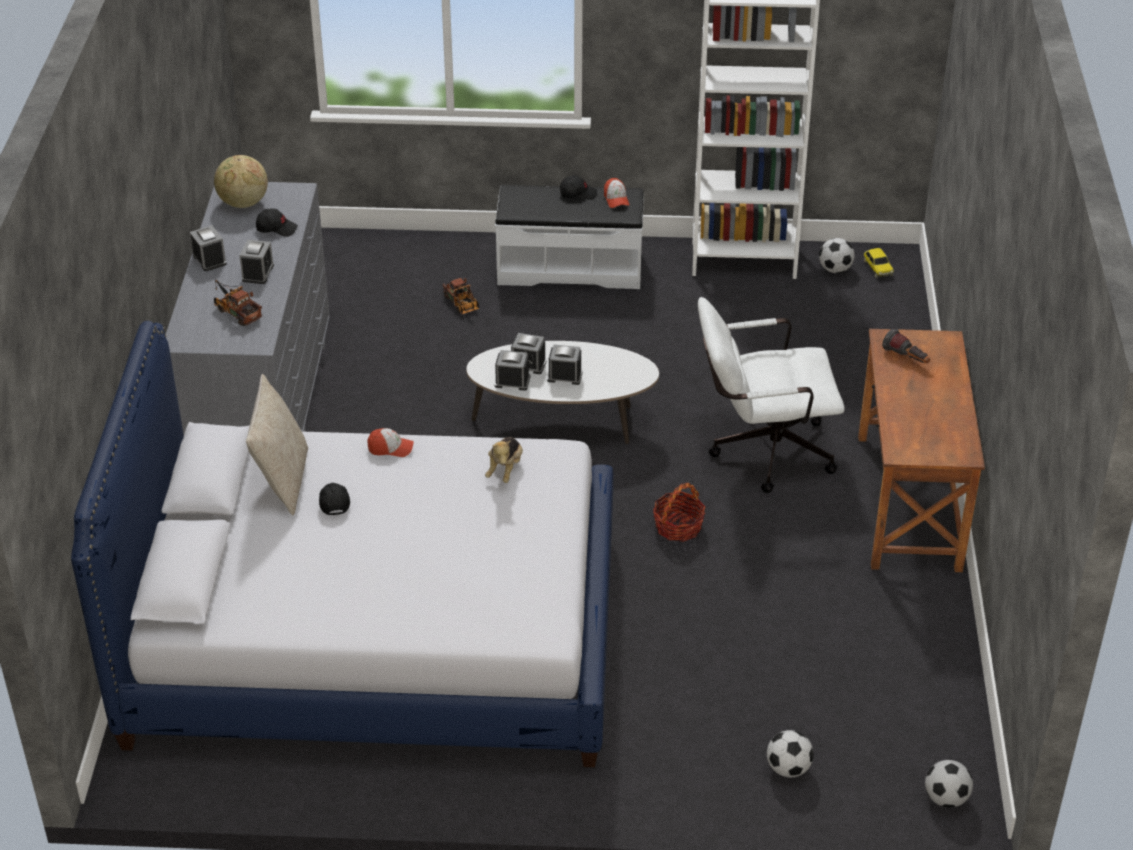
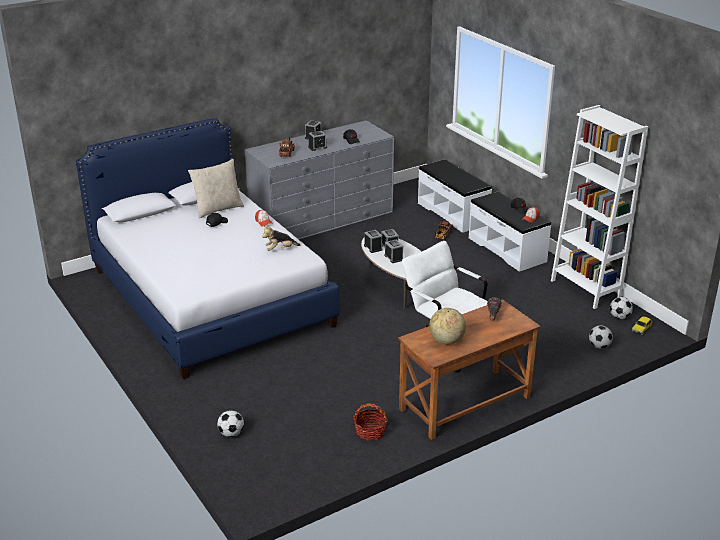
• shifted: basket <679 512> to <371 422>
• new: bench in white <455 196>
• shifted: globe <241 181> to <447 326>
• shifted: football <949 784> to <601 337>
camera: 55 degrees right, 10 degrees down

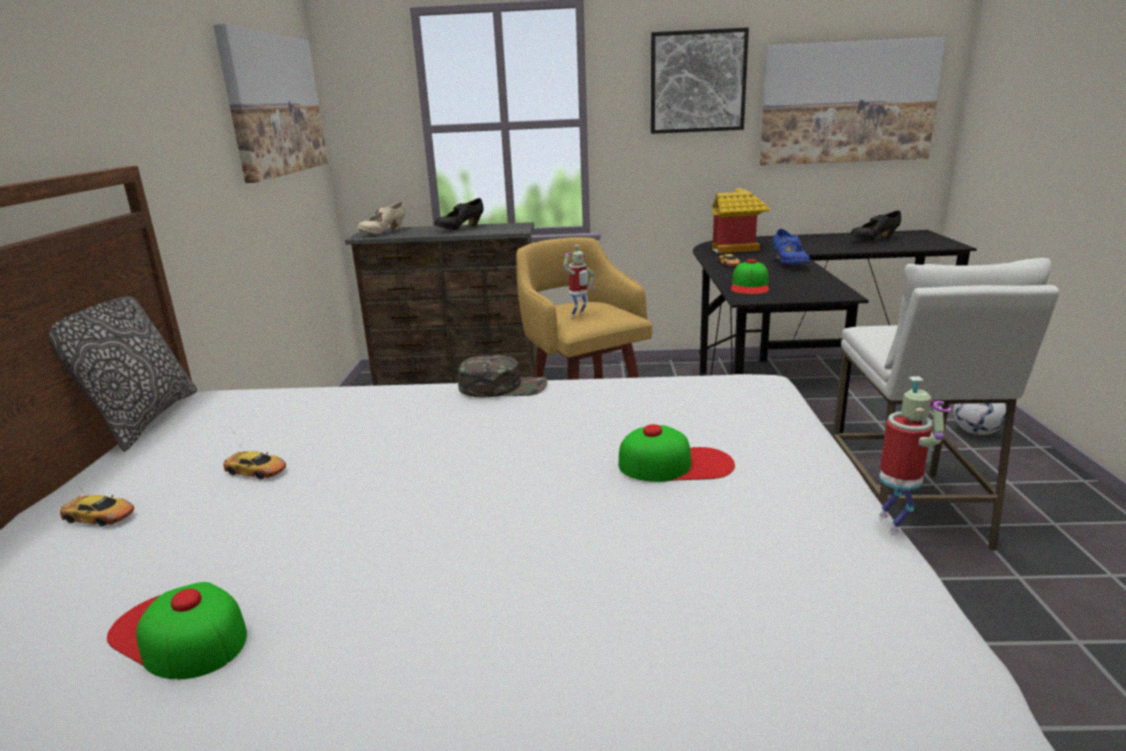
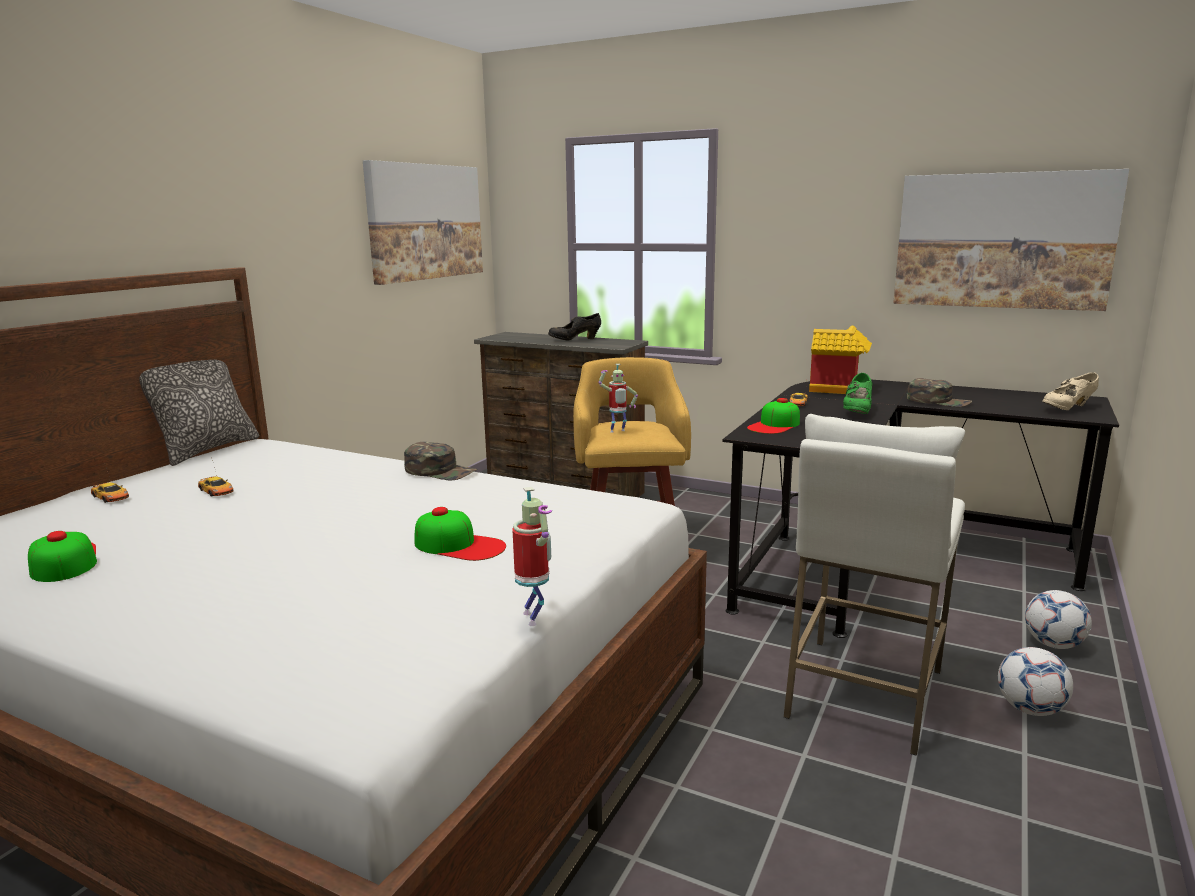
• rotated: toy robot <915 454> = <532 556> 45 degrees counterclockwise
• repainted: shoe in blue <791 247> to shoe in green <857 393>
• new: cap in green <939 392>
• new: football <1035 681>
• shifted: shoe in beige <382 218> to <1070 391>
• gone: picture <700 80>
• gone: shoe in black <875 226>
camera: 25 degrees right, 5 degrees down

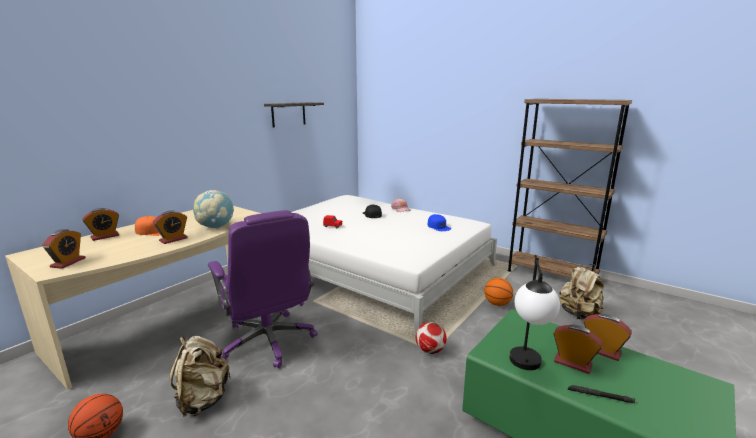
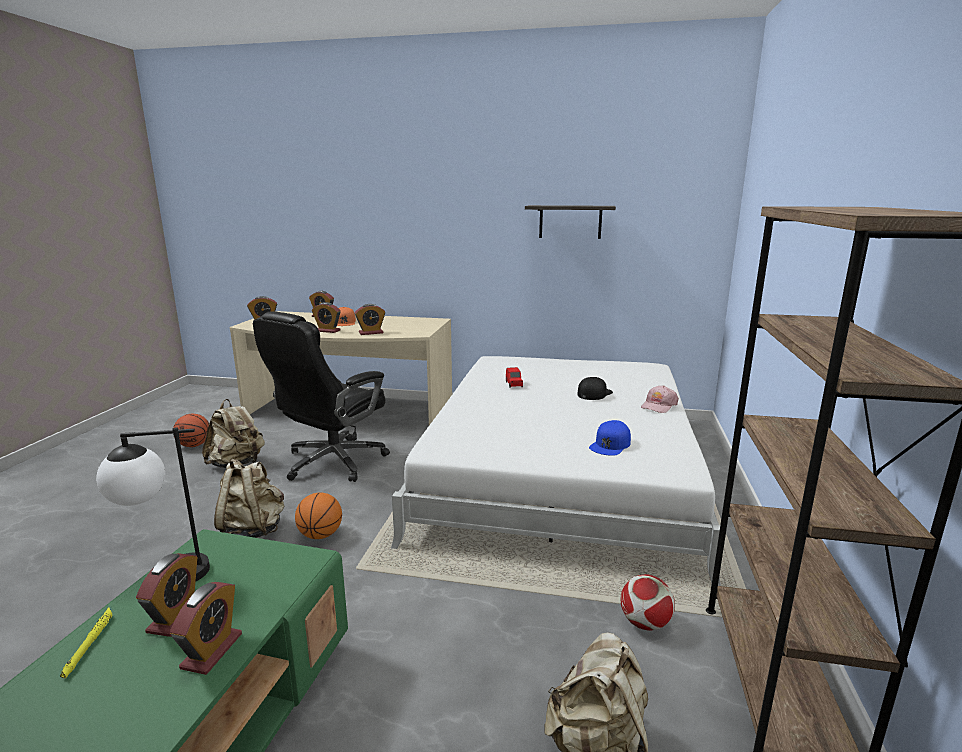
• repainted: flashlight in black <601 394> to flashlight in yellow <86 643>
• new: backpack in beige <249 498>
• repainted: office chair in purple <263 289> to office chair in black <321 396>
• shifted: basketball <498 292> to <318 516>
• swapped: globe <213 209> to alarm clock <370 319>
• shifted: football <431 338> to <648 602>
camera: 65 degrees right, 0 degrees up

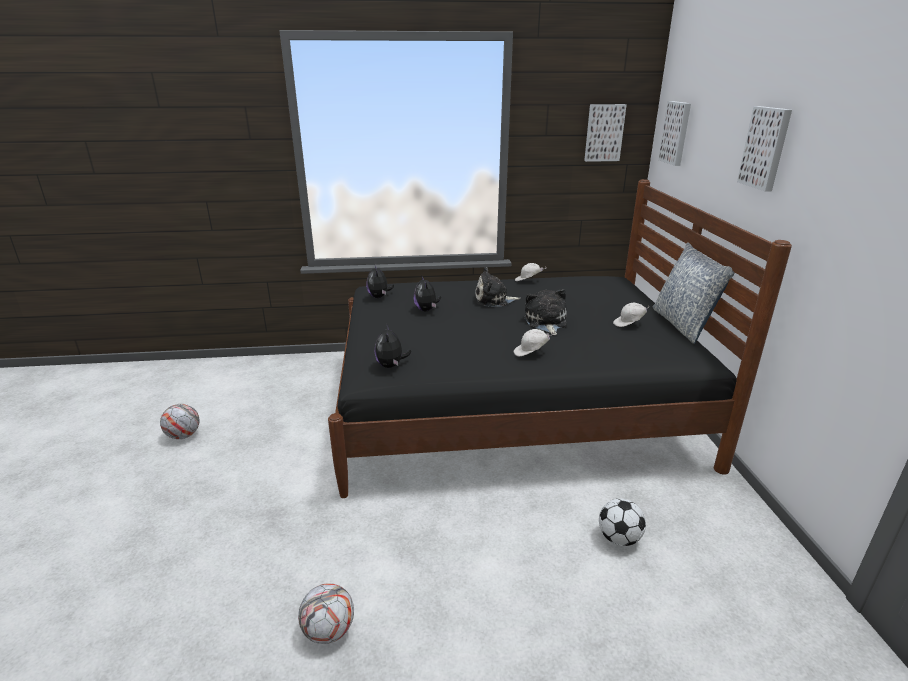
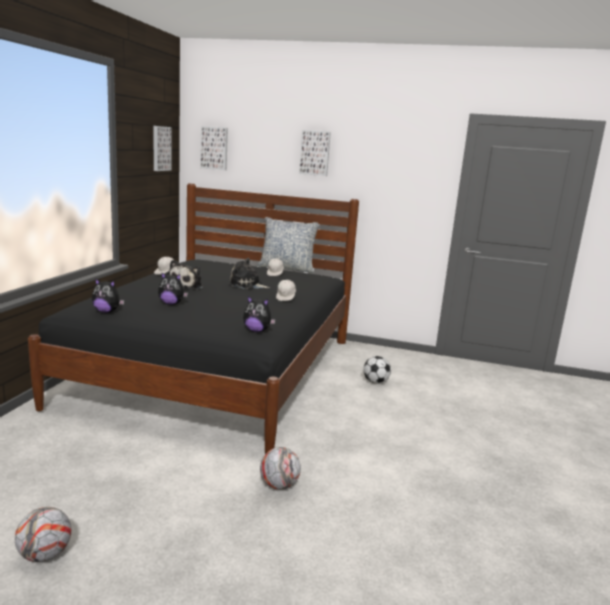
• shifted: football <326 613> to <280 468>
camera: 70 degrees left, 10 degrees down

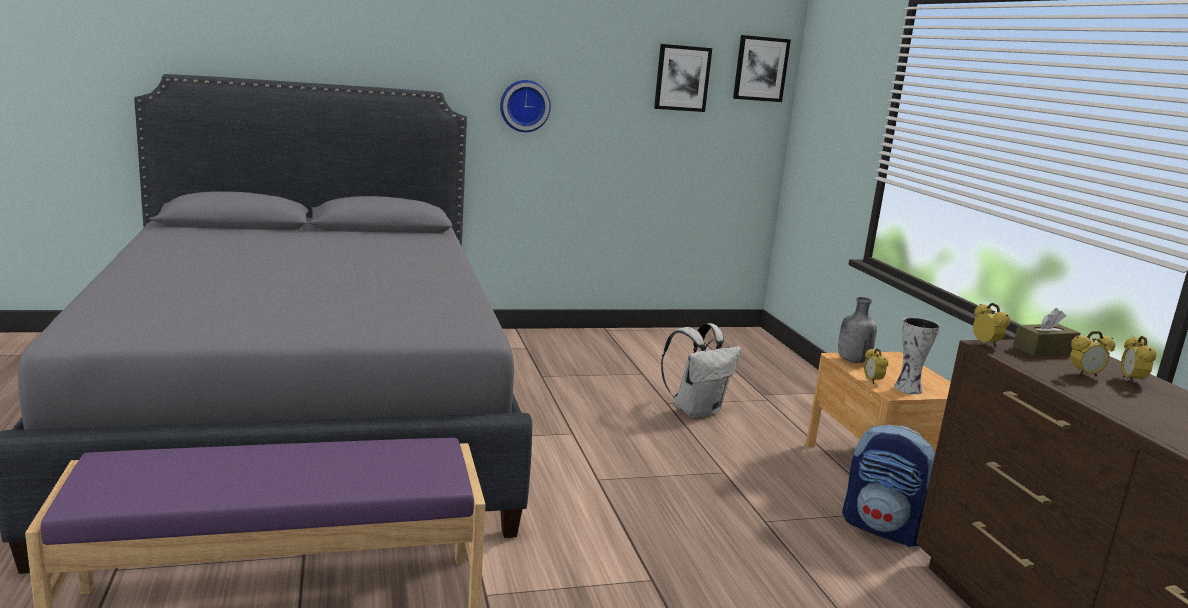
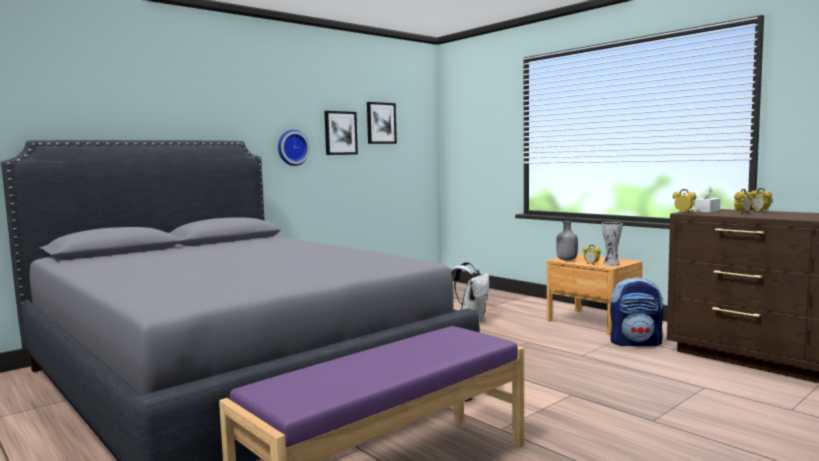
• shifted: picture <762 68> to <341 133>
• repainted: tissue box in brown <1047 332> to tissue box in white <707 200>
camera: 25 degrees left, 10 degrees down

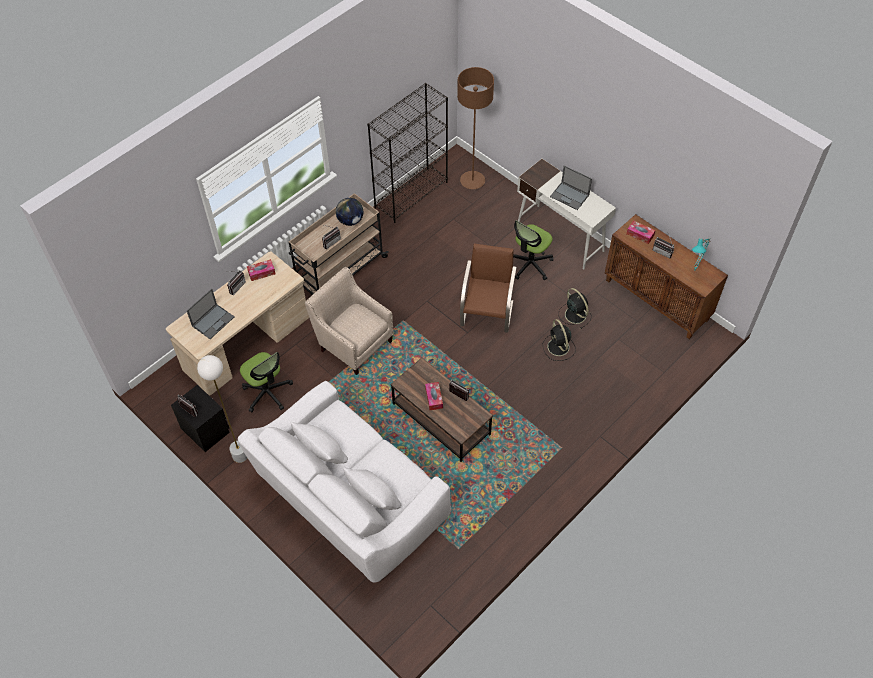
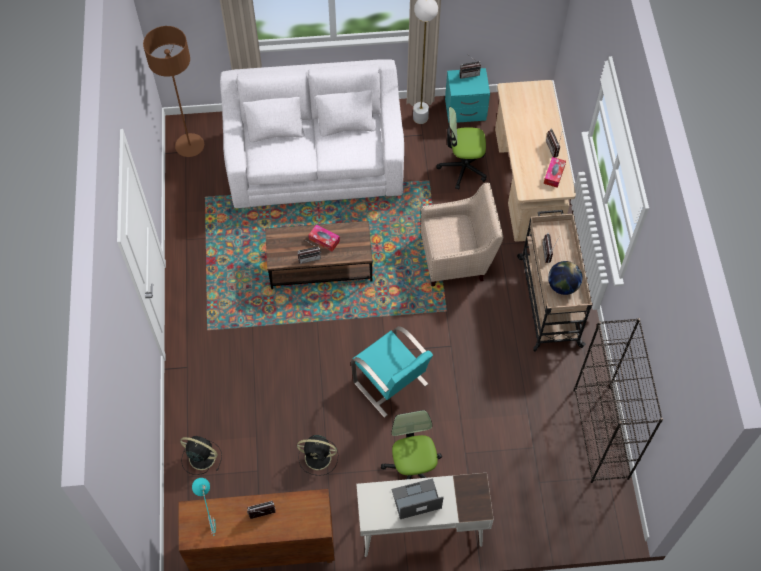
• shifted: floor lamp in brown <475 128> to <173 91>
• shifted: fan in black <559 340> to <201 455>
• repainted: chair in brown <488 288> to chair in turquoise <392 372>
• repainted: nightstand in black <200 418> to nightstand in turquoise <467 95>
• gone: laptop <211 314>
• gone: tissue box <641 232>
camera: 130 degrees right, 5 degrees up

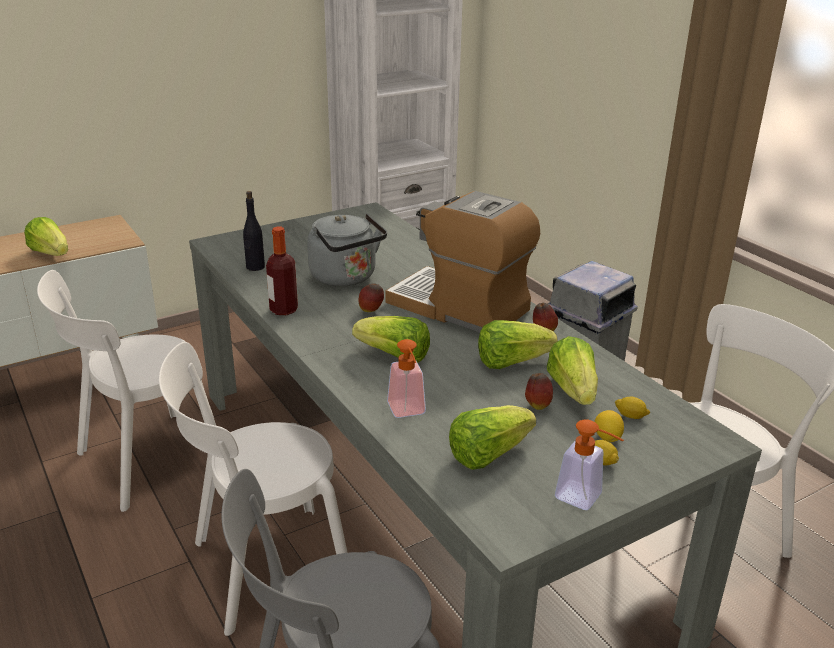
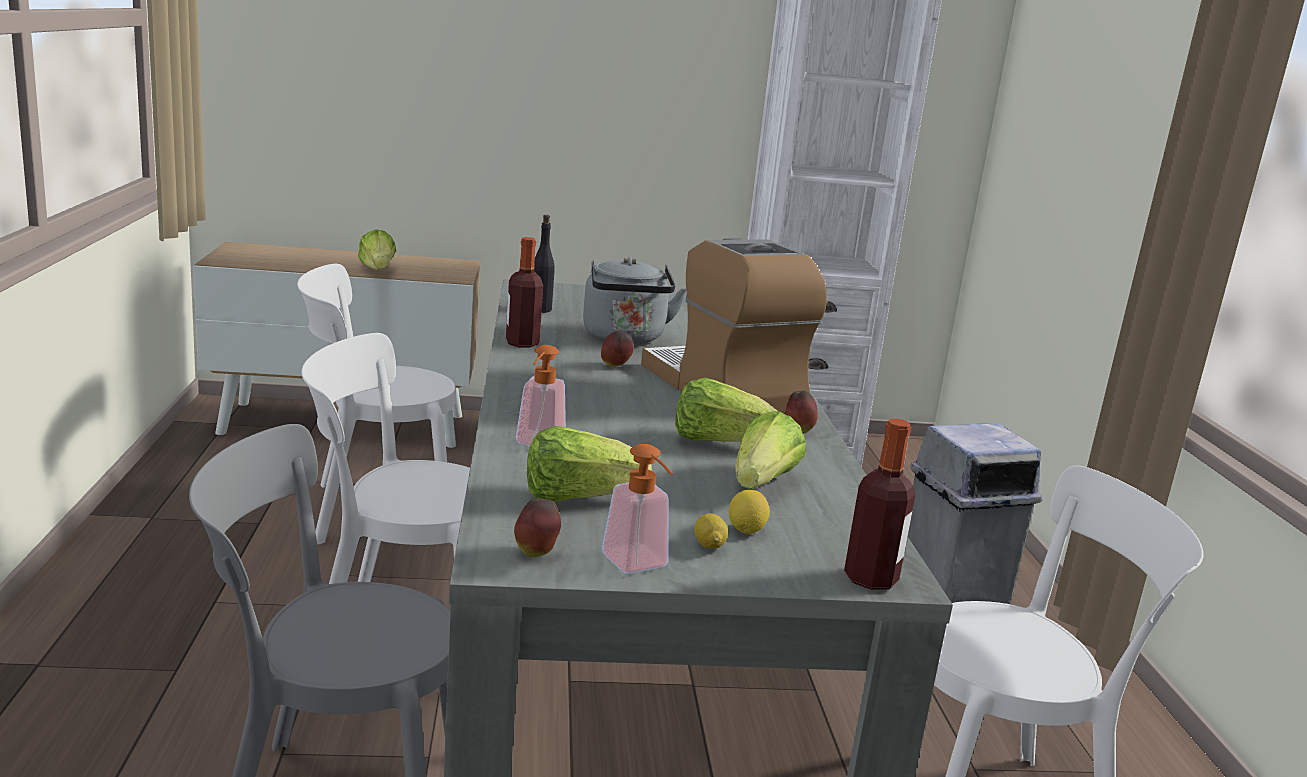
• shifted: apple <539 391> to <537 527>
• new: bottle <879 504>
• gone: lettuce <391 339>
• gone: lemon <633 407>
camera: 25 degrees right, 10 degrees down

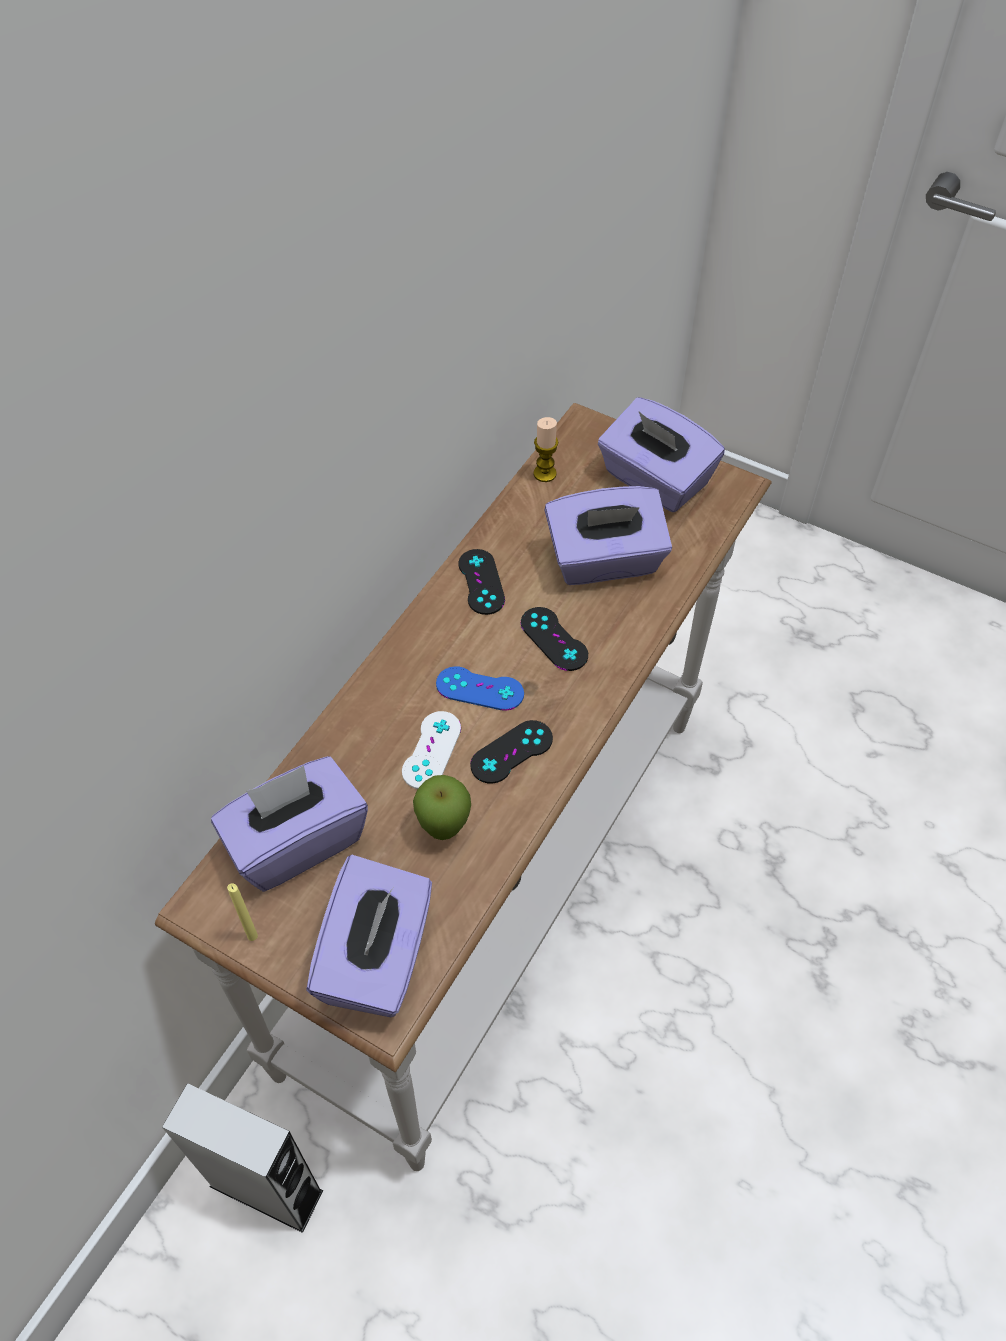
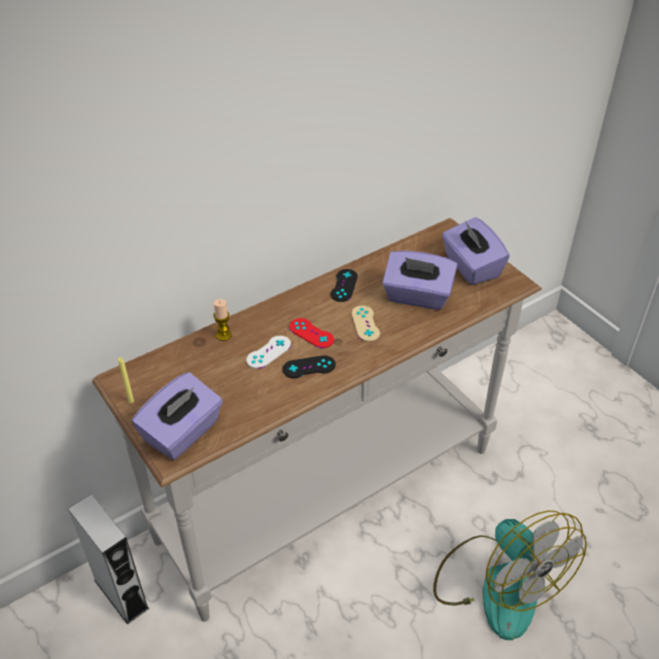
• shifted: candle <545 449> to <222 320>
• repainted: game controller in blue <480 688> to game controller in red <311 333>
• repainted: game controller in black <554 639> to game controller in beige <366 323>
• new: fan <510 575>
• gone: tissue box in purple <289 824>
• gone: apple <442 807>
camera: 25 degrees right, 10 degrees down

